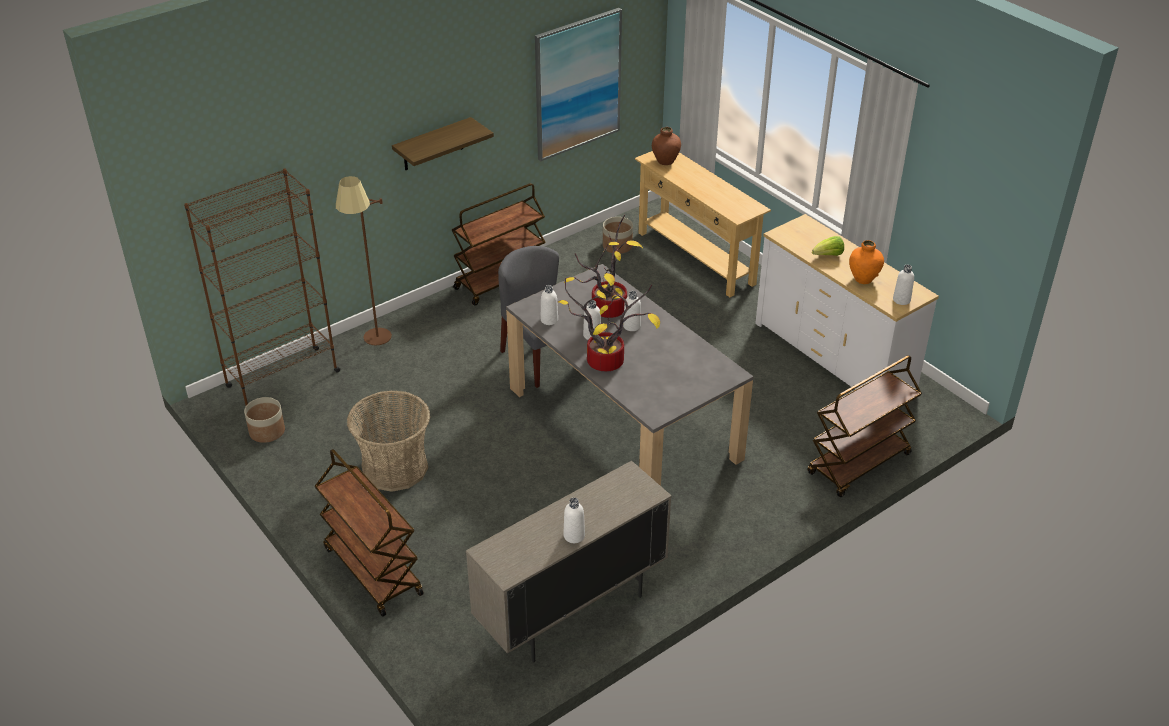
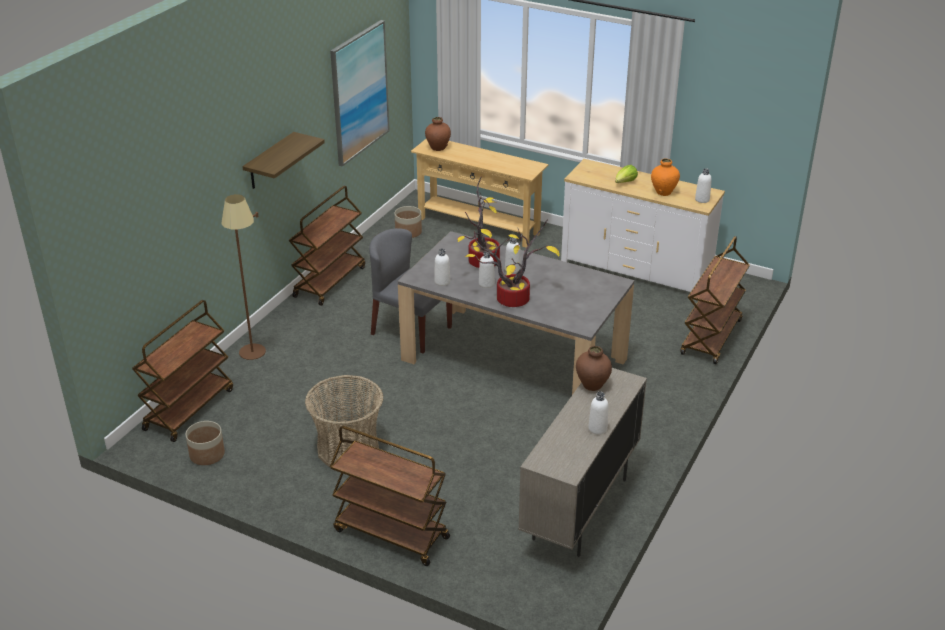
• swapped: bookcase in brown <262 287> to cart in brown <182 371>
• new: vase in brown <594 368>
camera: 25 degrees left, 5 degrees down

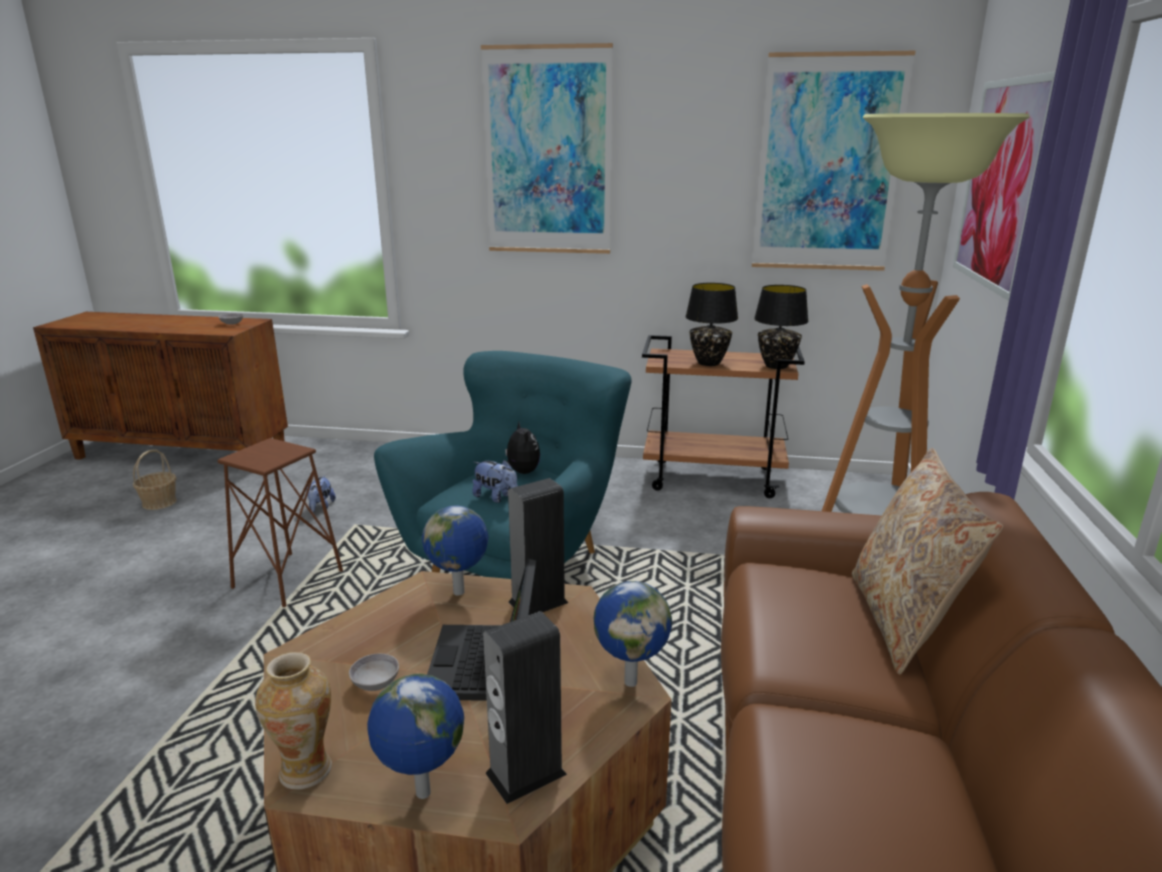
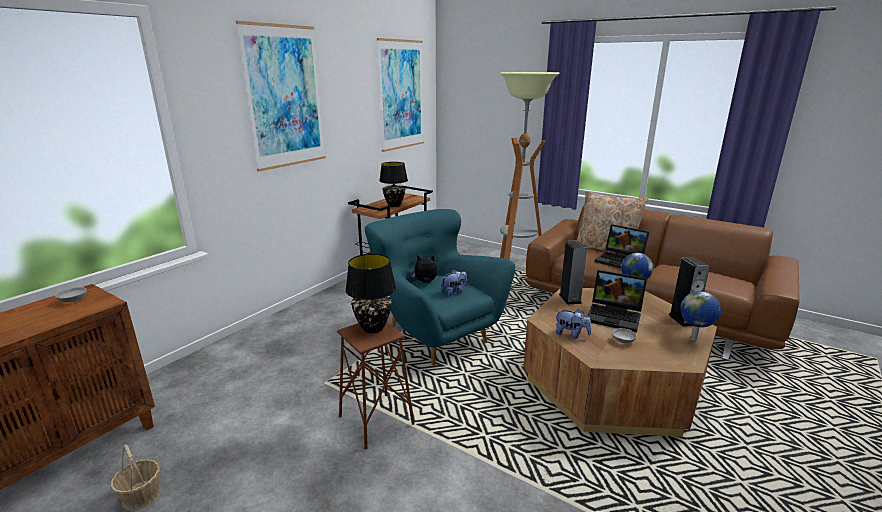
• shifted: table lamp in black <781 327> to <370 293>
• shifted: plush toy <321 494> to <573 324>
• new: laptop <622 246>
• gone: vase <293 721>
• gone: globe <455 551>
• gone: picture <1004 186>
camera: 65 degrees left, 0 degrees up

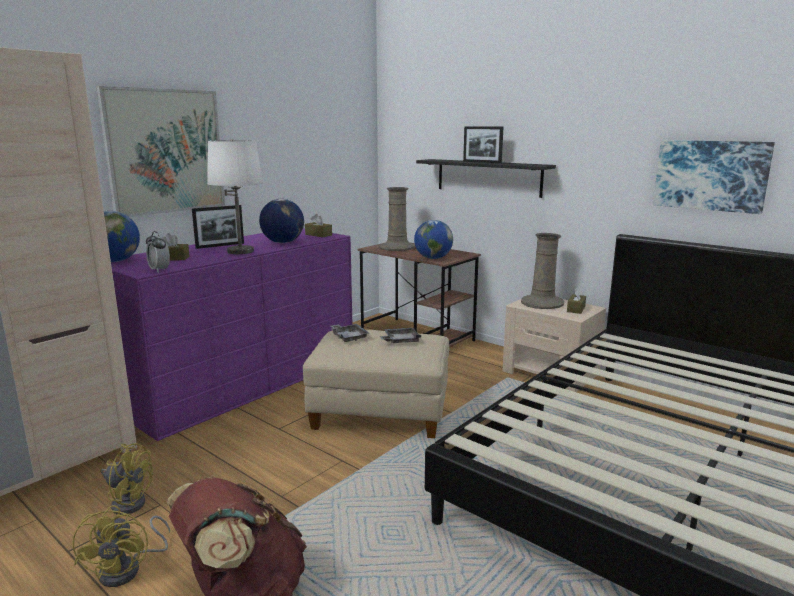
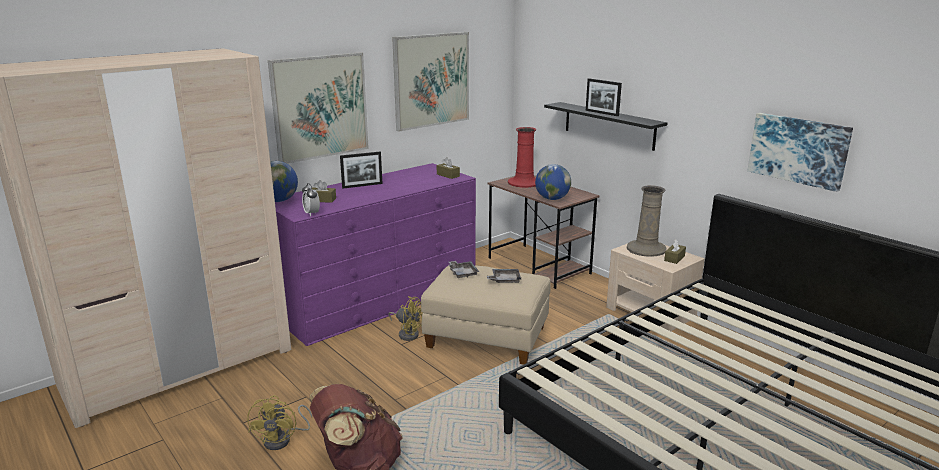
• shifted: fan in yellow <126 479> to <405 318>
• new: picture <430 82>
• repainted: vase in beige <397 219> to vase in red <522 157>
• gone: table lamp in white <235 196>
• gone: globe <281 221>
camera: 10 degrees right, 5 degrees up

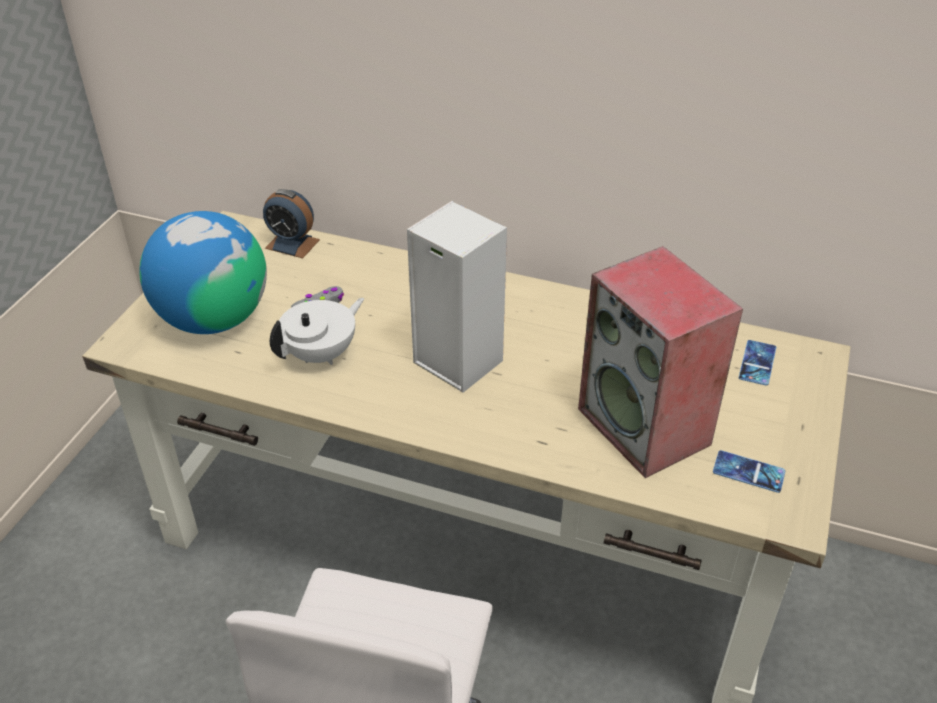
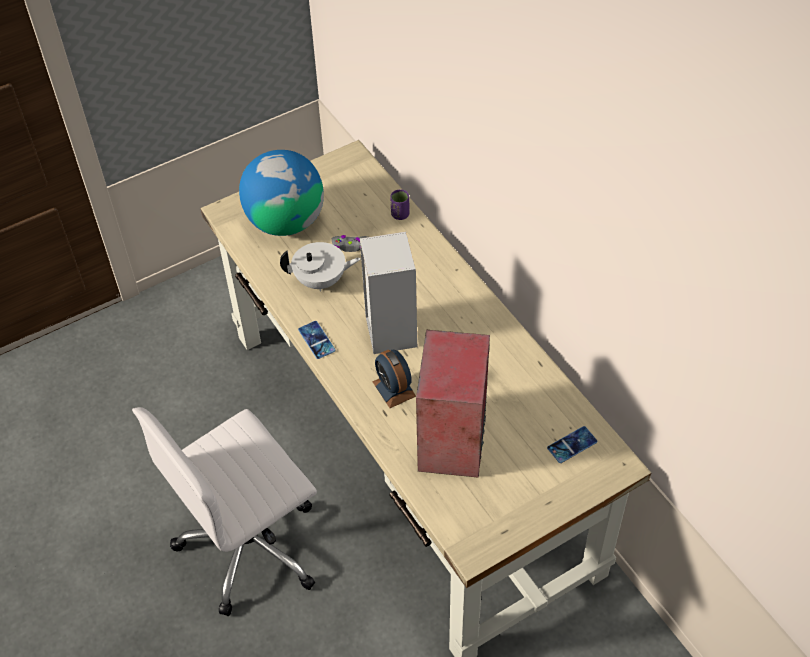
• shifted: phone <749 471> to <317 340>
• shifted: alarm clock <291 223> to <394 379>
• new: cup in purple <400 205>
camera: 40 degrees right, 10 degrees up

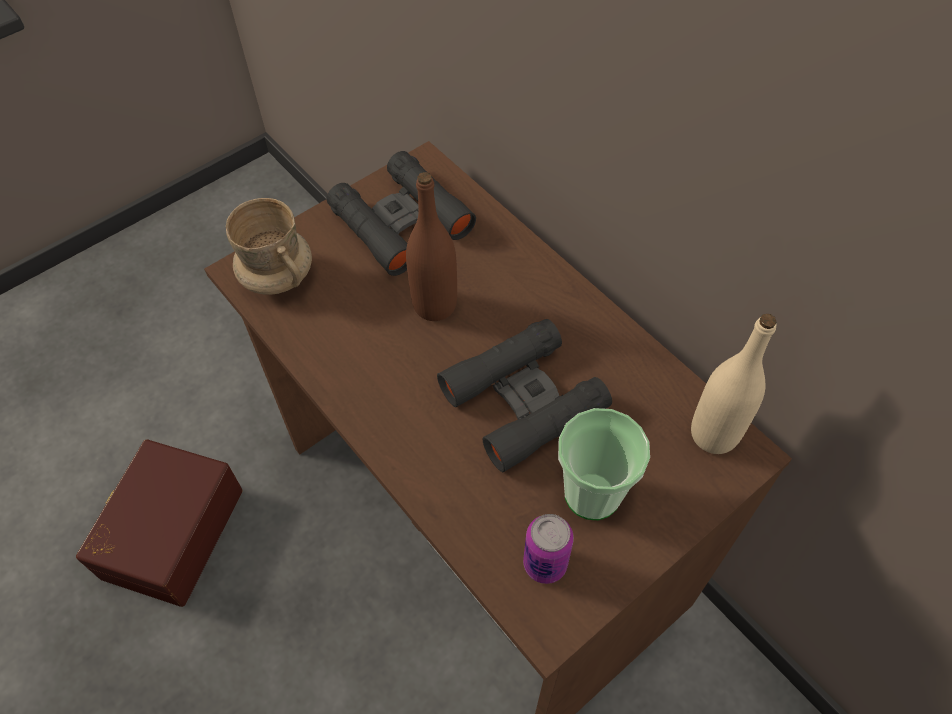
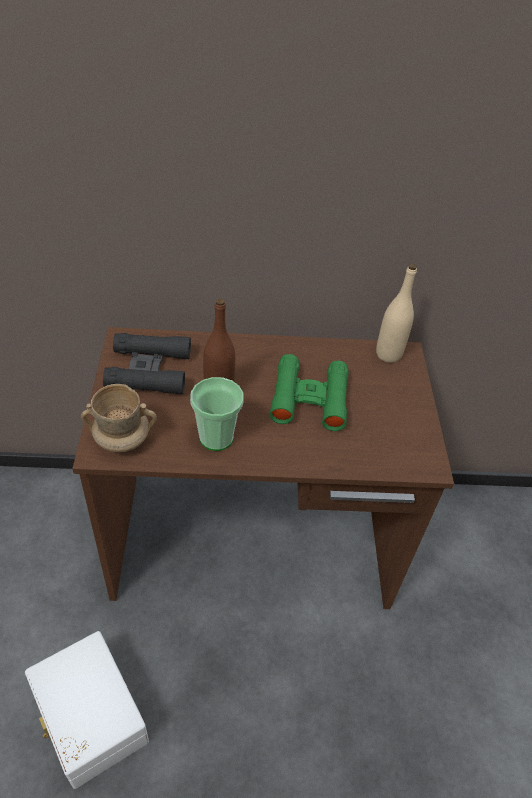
• repainted: storage box in brown <159 523> to storage box in white <87 710>
• shifted: cup <604 464> to <217 414>
• repainted: binoculars in black <524 395> to binoculars in green <308 392>
• gone: can <548 549>
camera: 55 degrees left, 10 degrees down

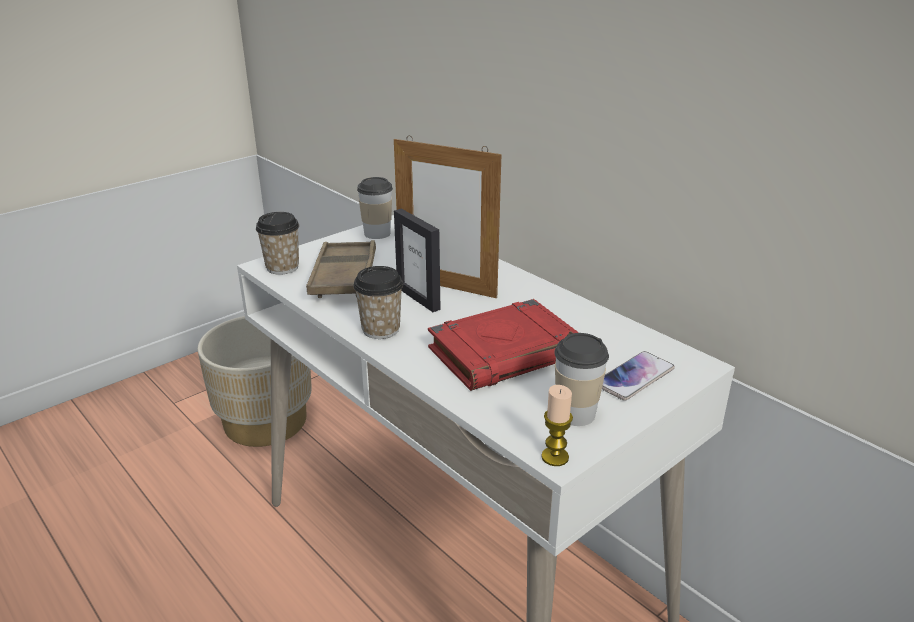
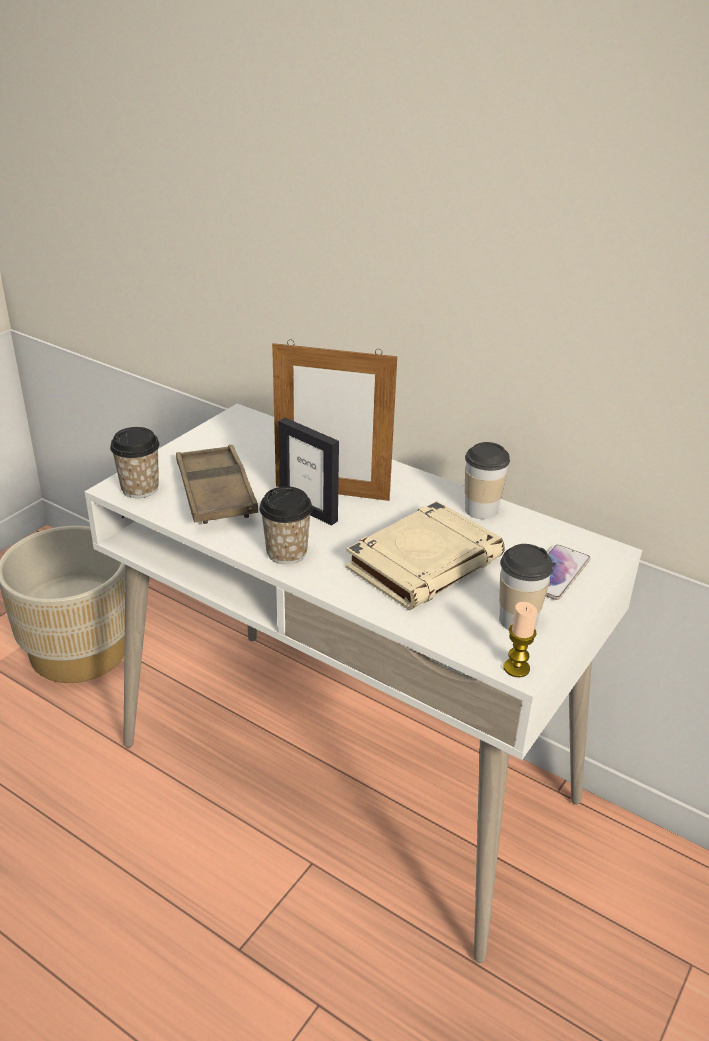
• repainted: book in red <503 345> to book in beige <425 556>
• shifted: cup <375 208> to <487 480>
camera: 15 degrees left, 5 degrees up

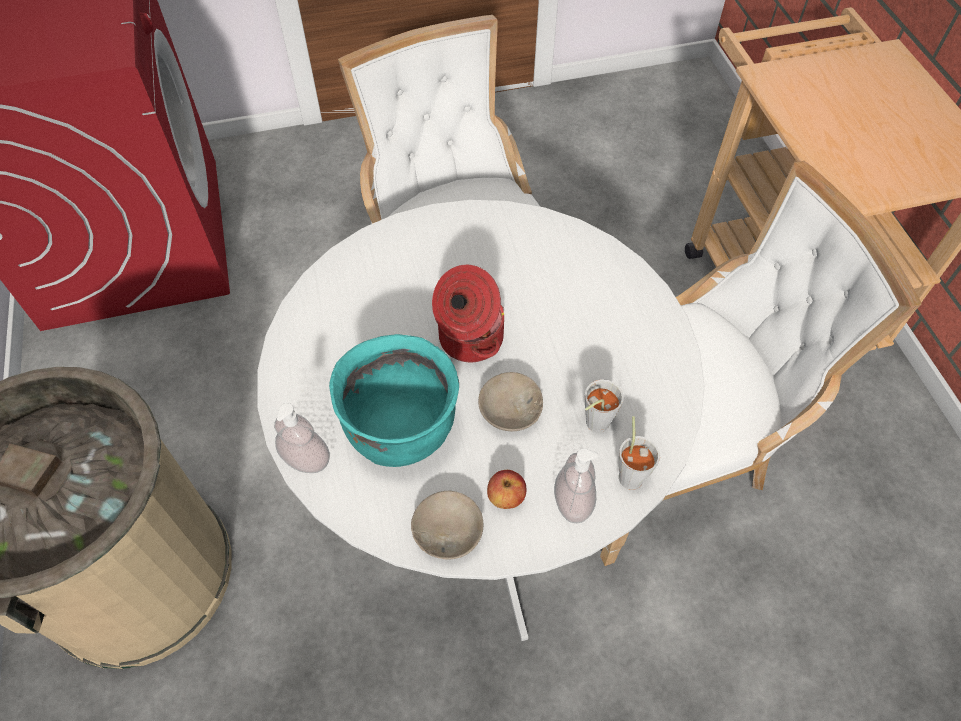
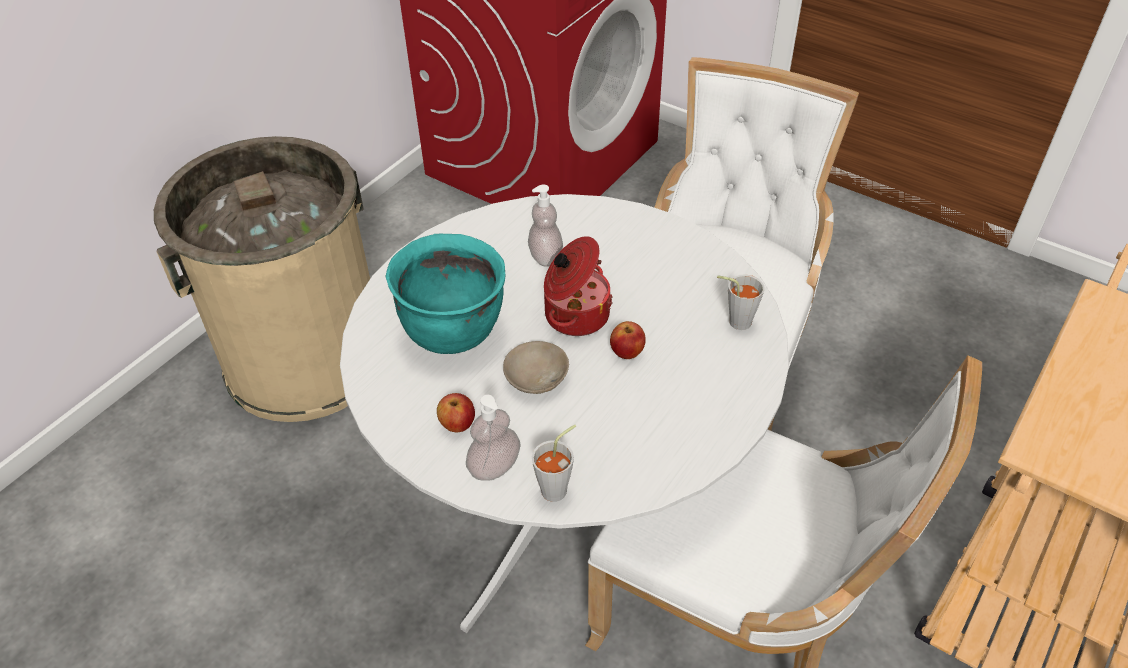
• shifted: soap dispenser <302 438> to <545 226>
• new: apple <628 340>
• shifted: cup in grey <604 406> to <741 302>
• gone: bowl in beige <447 525>
camera: 50 degrees right, 10 degrees down

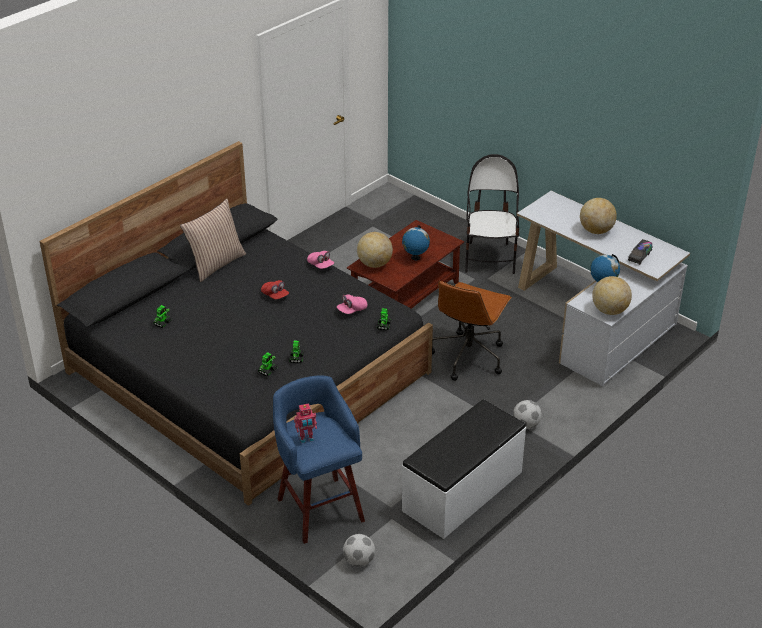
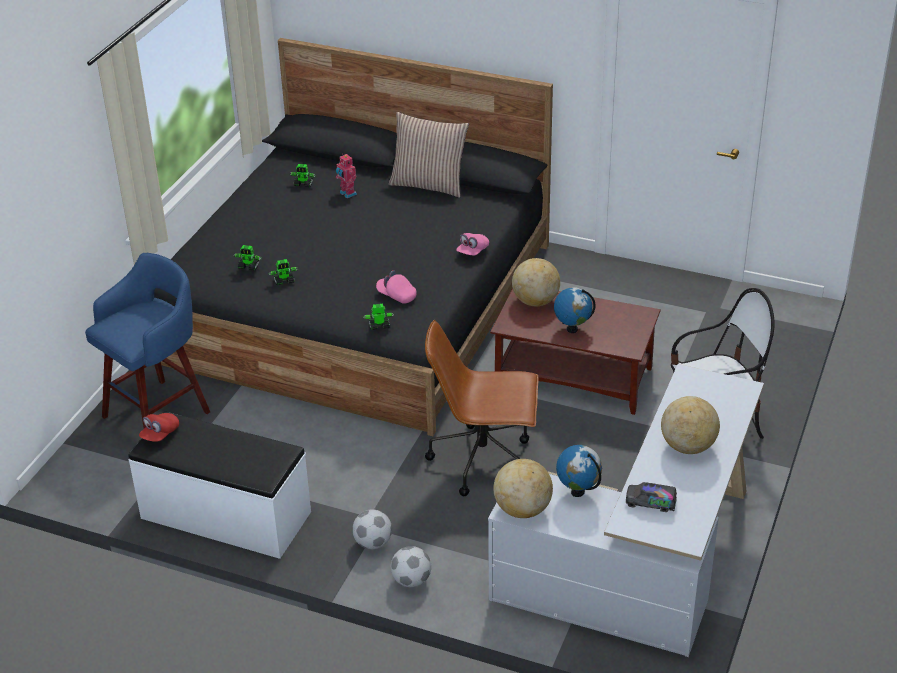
• shifted: cap in red <275 289> to <159 427>
• shifted: toy robot <305 423> to <346 176>
• shifted: football <359 550> to <411 566>
camera: 70 degrees right, 0 degrees up

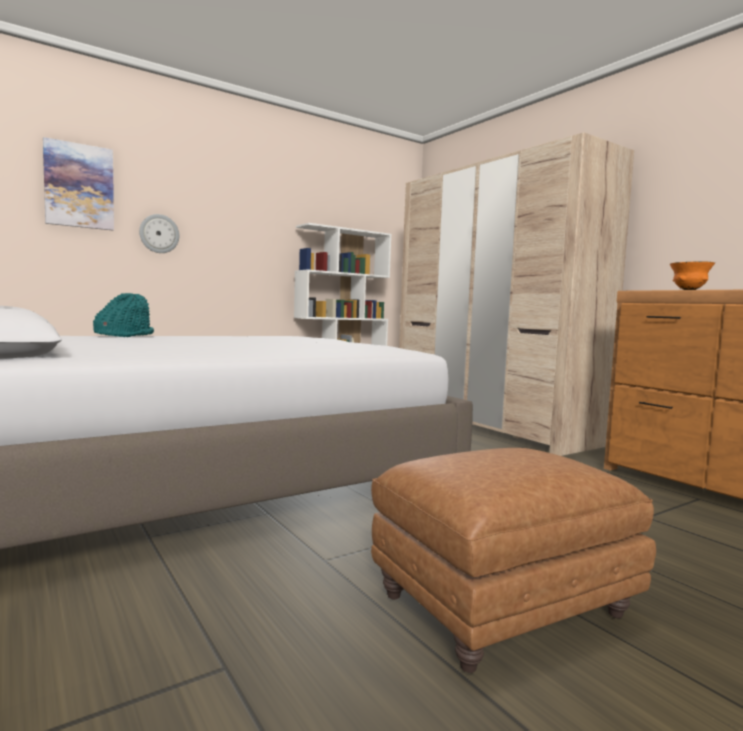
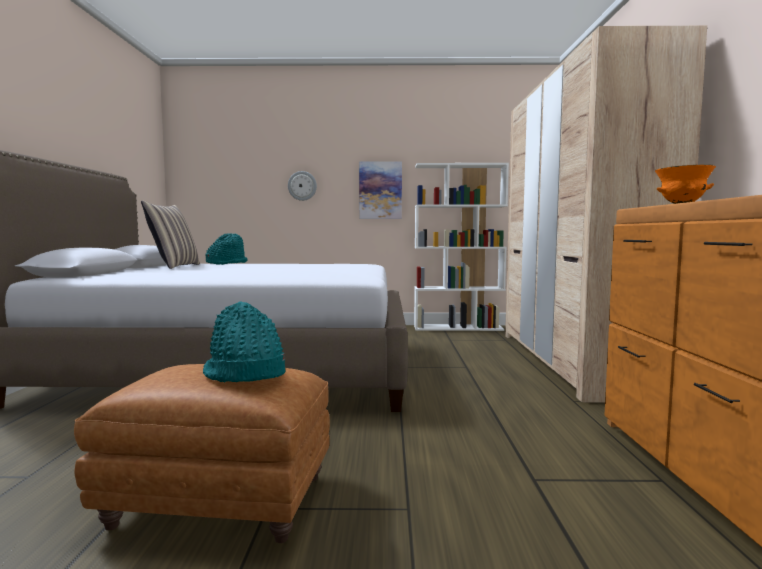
• new: pillow <170 235>
• new: hat in turquoise <244 341>
• shifted: picture <78 183> to <380 190>
camera: 35 degrees right, 0 degrees up

